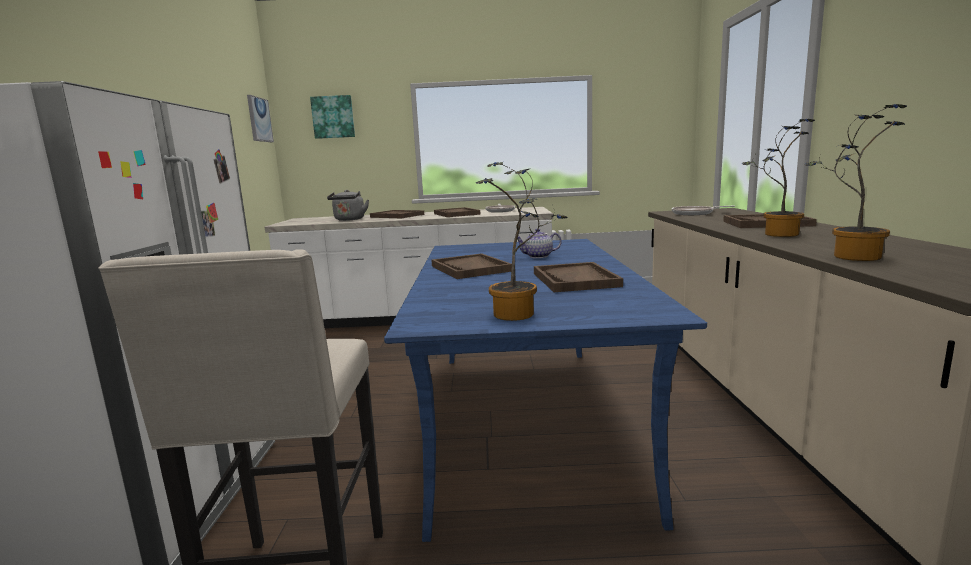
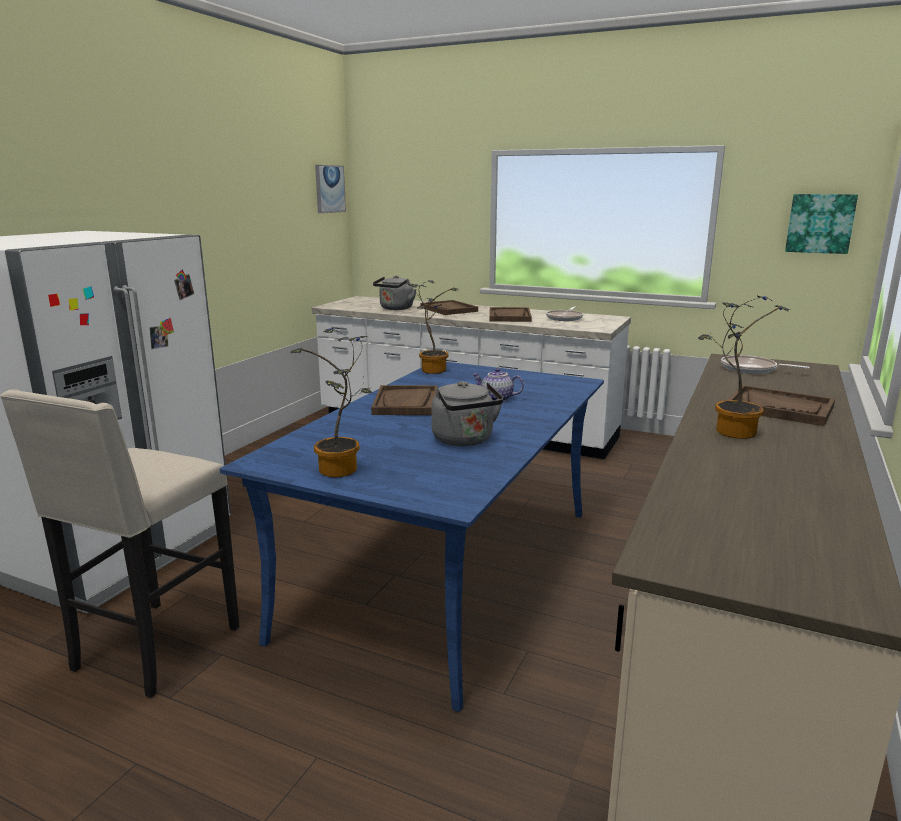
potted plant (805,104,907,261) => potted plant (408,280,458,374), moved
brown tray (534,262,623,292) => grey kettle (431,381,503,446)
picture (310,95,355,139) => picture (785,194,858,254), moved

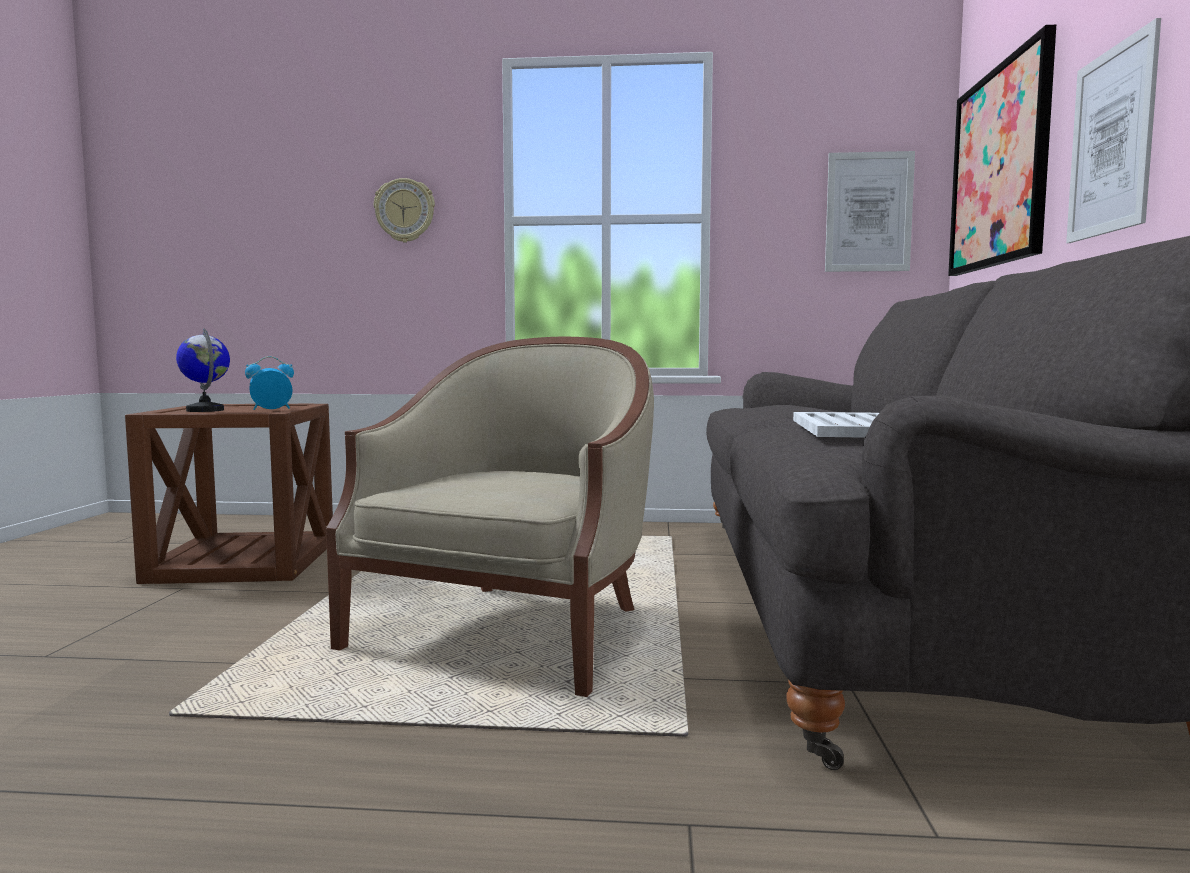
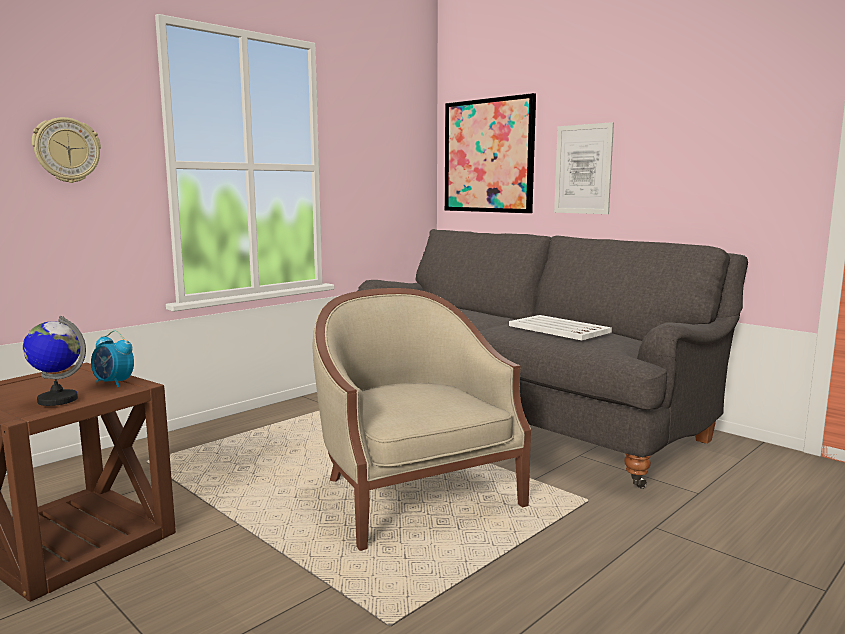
alarm clock (245,356,294,410) => alarm clock (91,330,134,387), 75 degrees counterclockwise
picture (825,151,915,272) => nothing

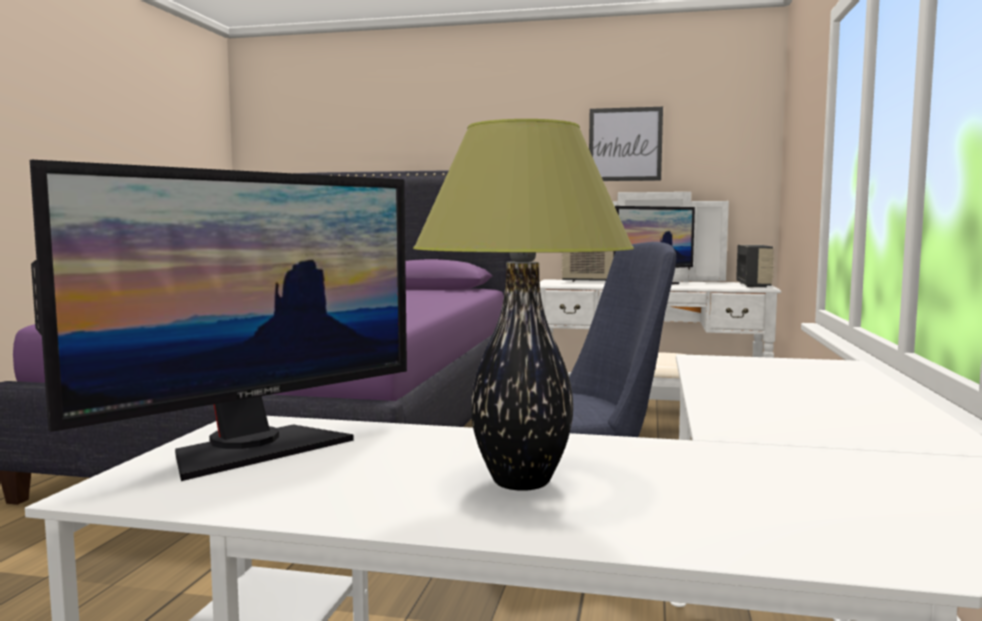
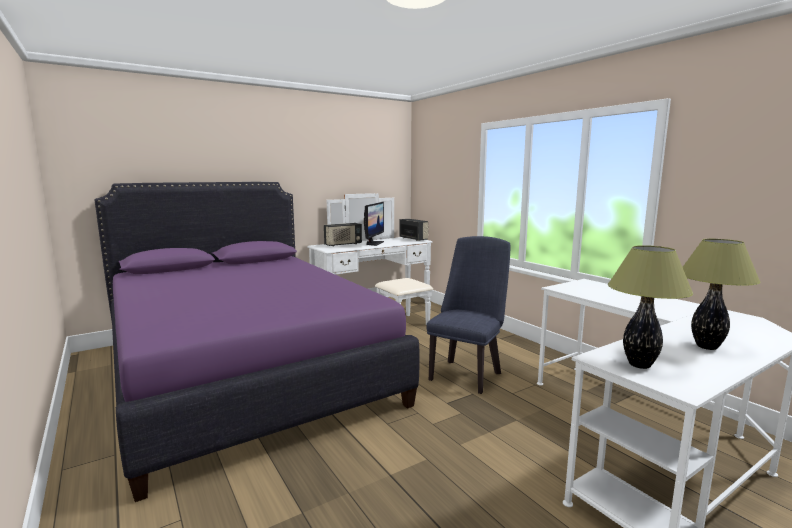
monitor (30,160,407,481) => table lamp (608,245,693,369)
picture (589,107,663,181) => nothing

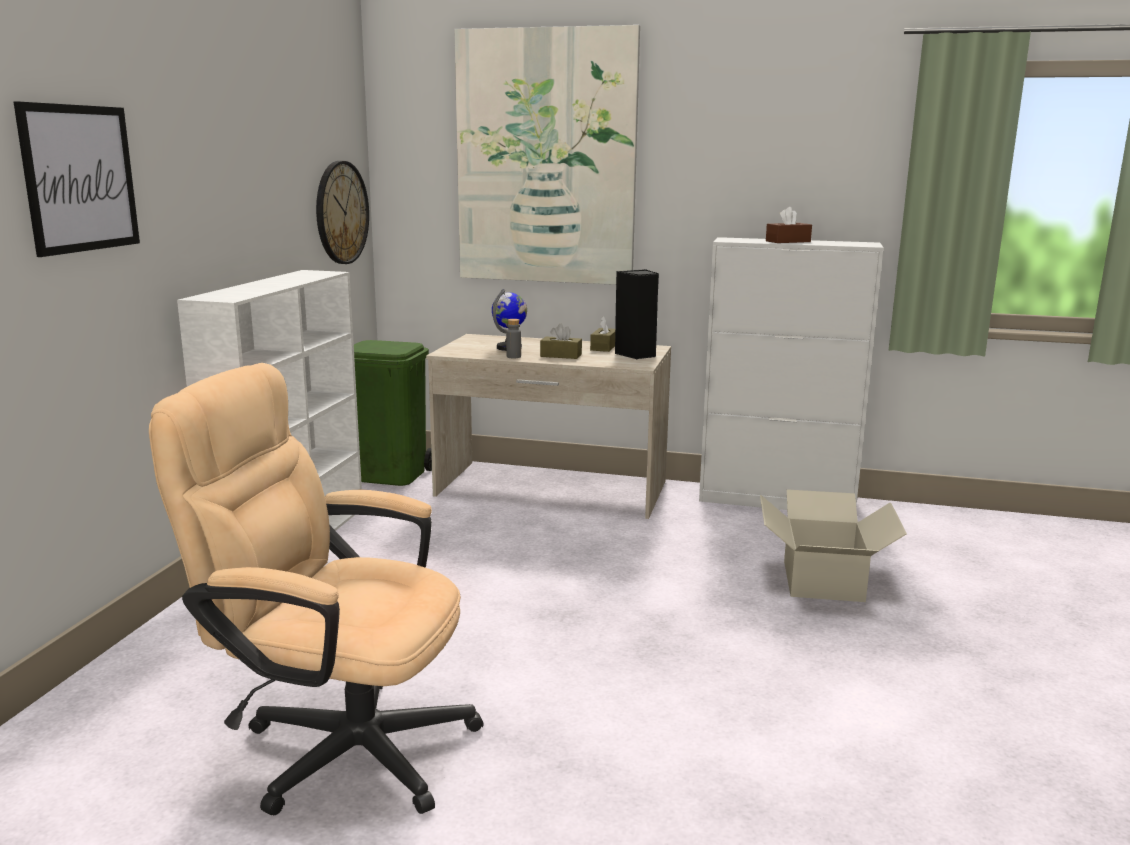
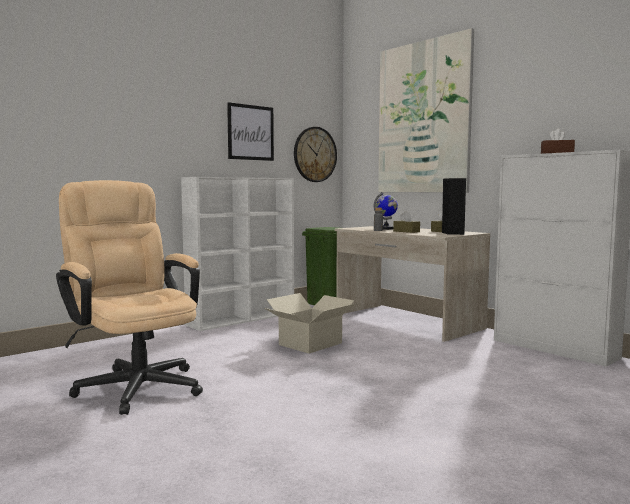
picture (13,101,140,257) => picture (227,102,274,161), moved
cardboard box (760,489,907,602) => cardboard box (264,293,356,354), moved

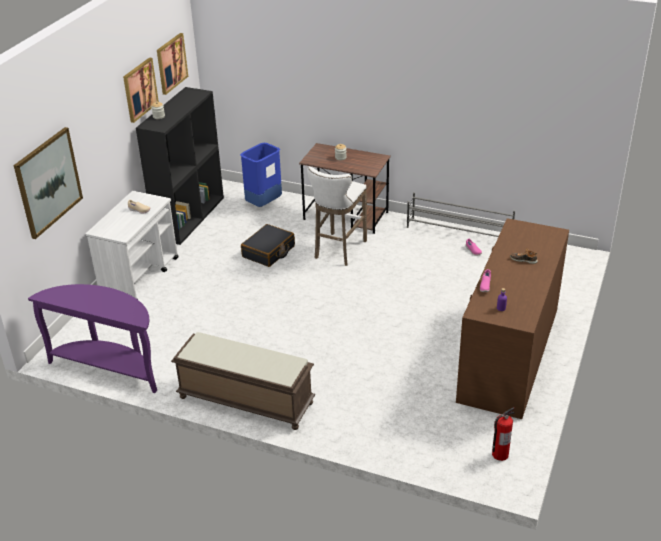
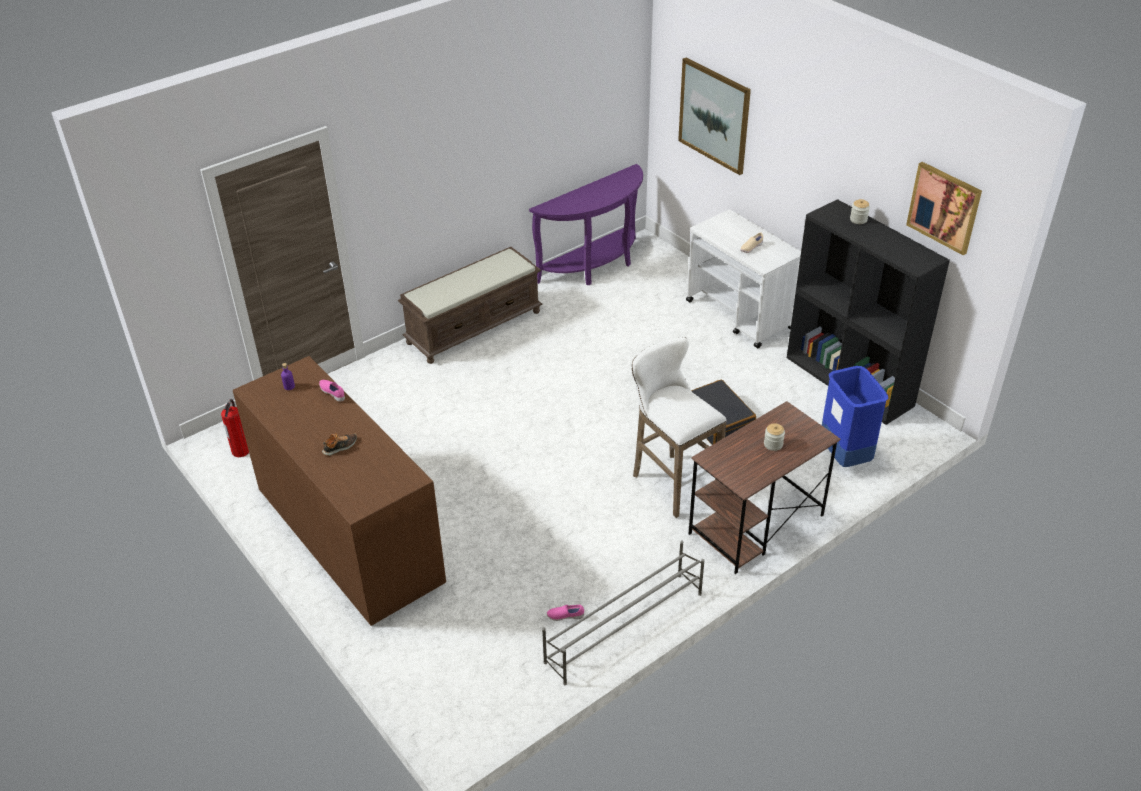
picture (123,58,159,123) => nothing

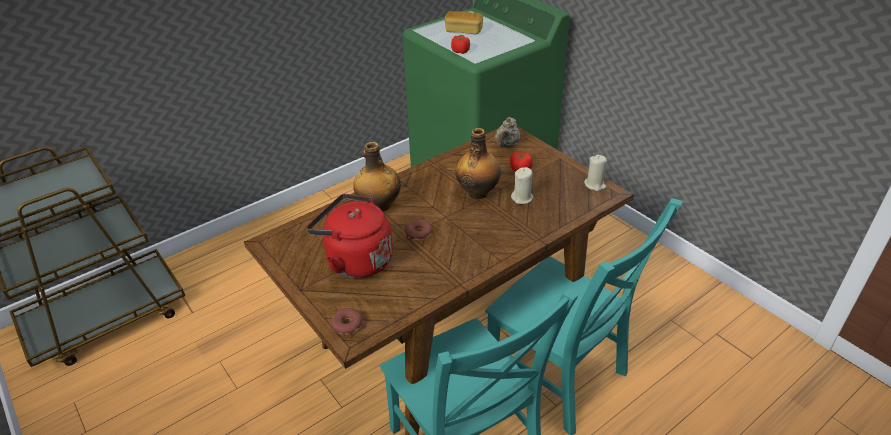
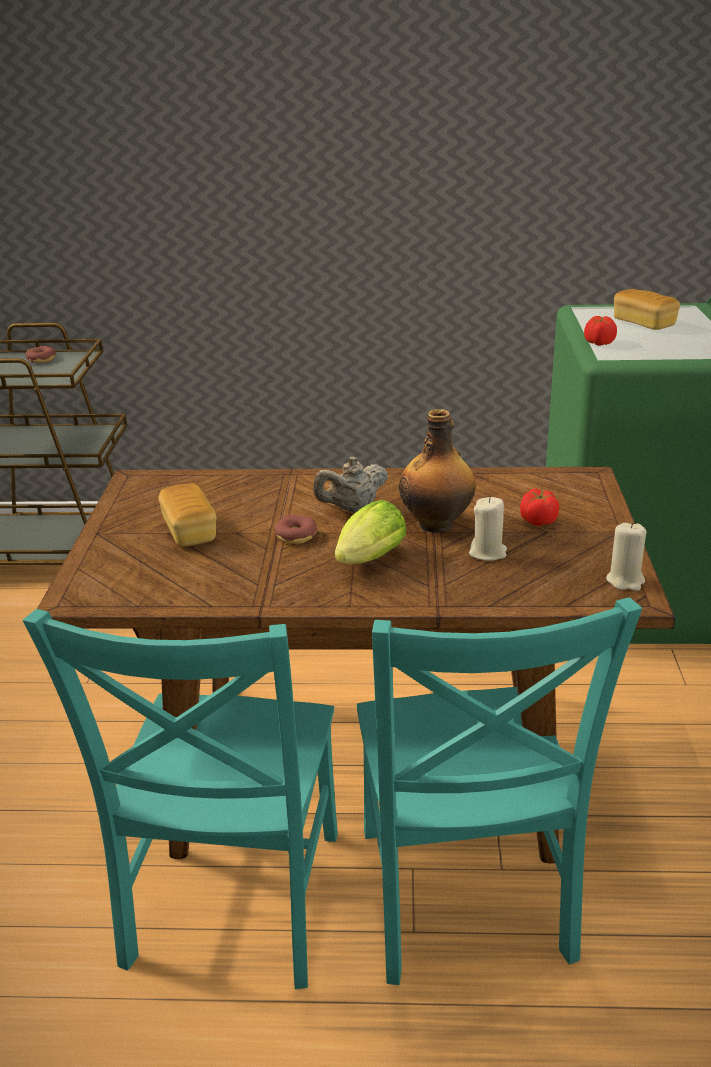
donut (331,308,363,336) => donut (25,346,56,363), moved
red kettle (307,194,393,278) => bread (158,483,217,547)
beige teapot (495,117,520,148) => beige teapot (313,457,388,512), moved
nothing => lettuce (335,500,406,564)
bottle (353,142,401,212) => nothing

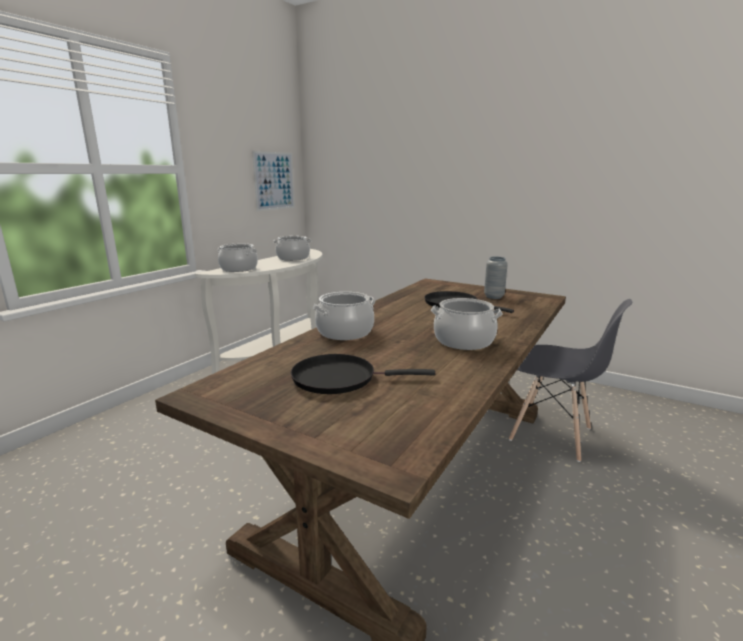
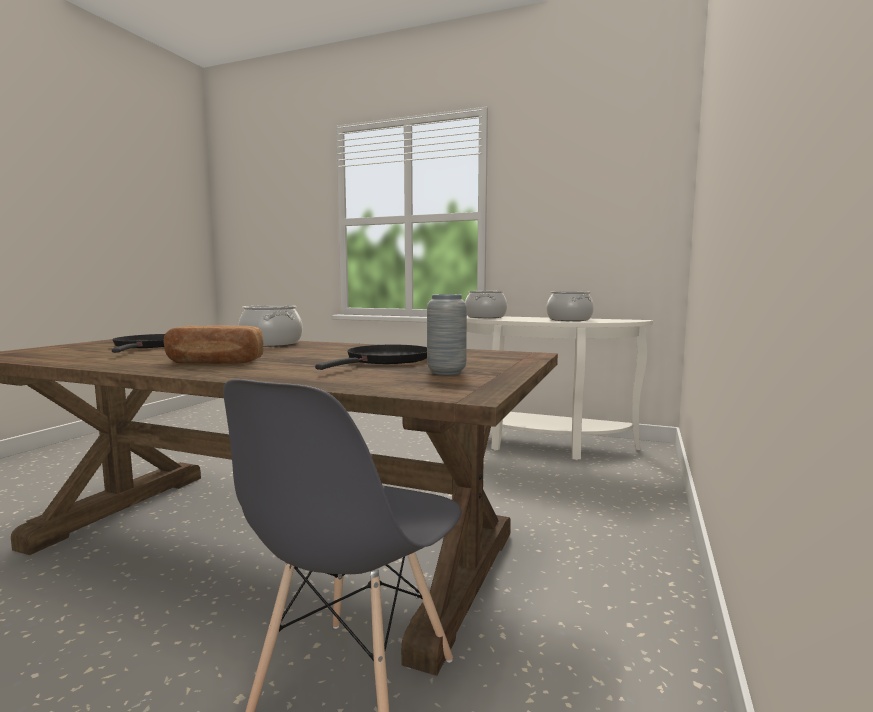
cooking pot (431,298,502,350) => bread (164,325,263,364)
picture (252,151,295,211) => nothing

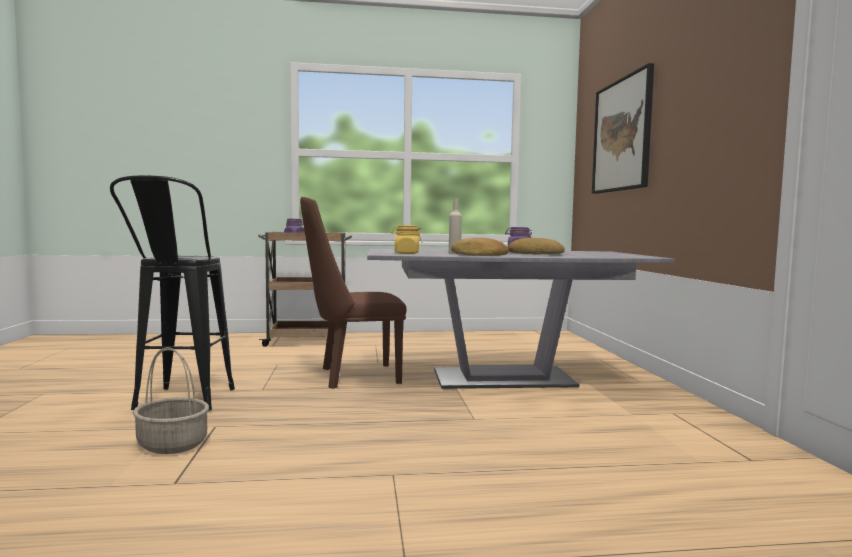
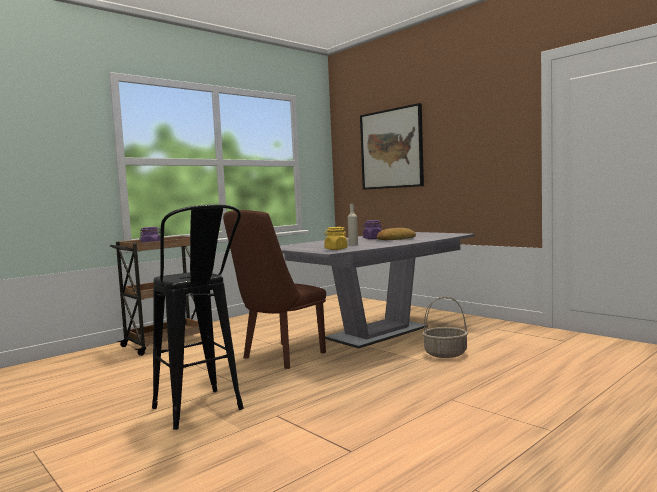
basket (133,347,209,454) => basket (423,296,468,358), moved
bread (451,238,509,256) => nothing

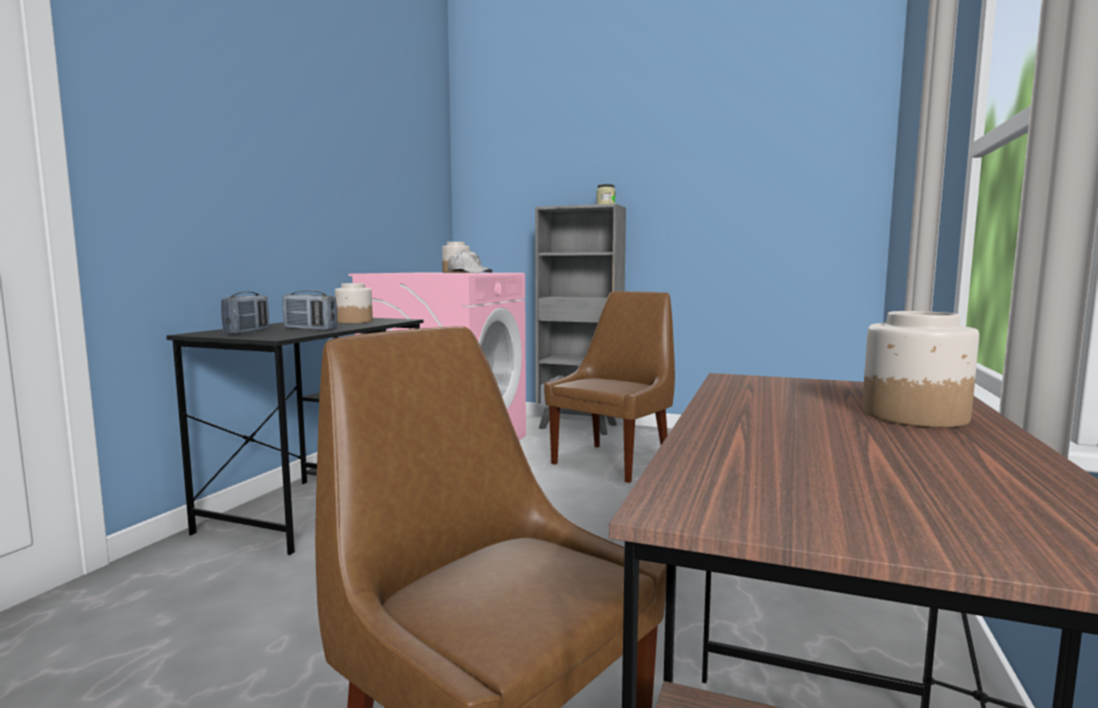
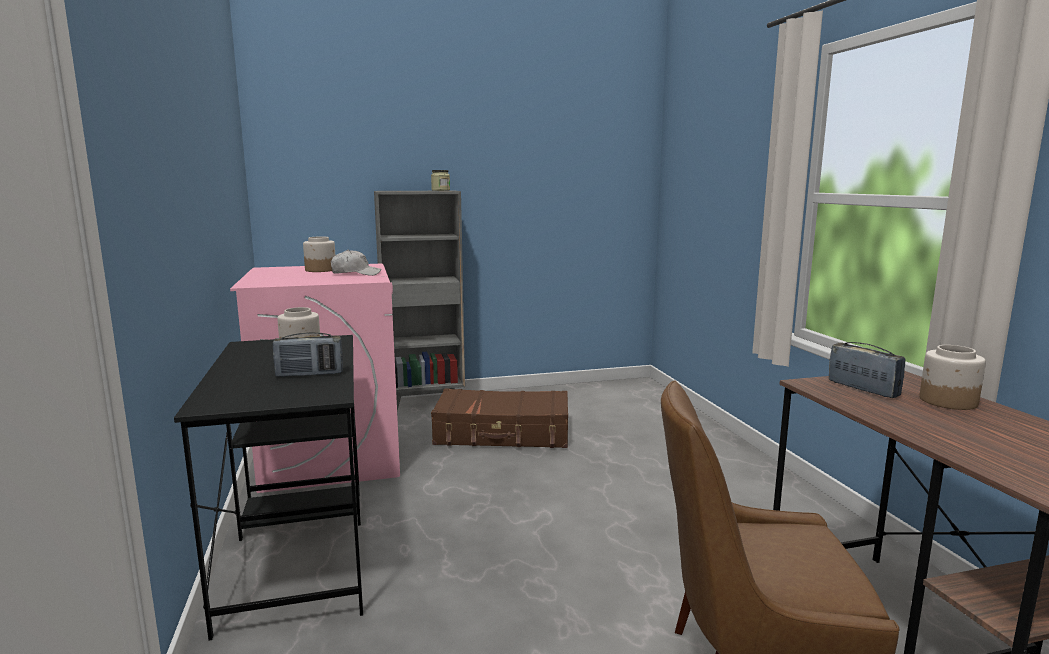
brown chair (544,291,675,483) => brown suitcase (431,389,568,448)
radio (221,291,269,335) => radio (829,342,906,398), moved

